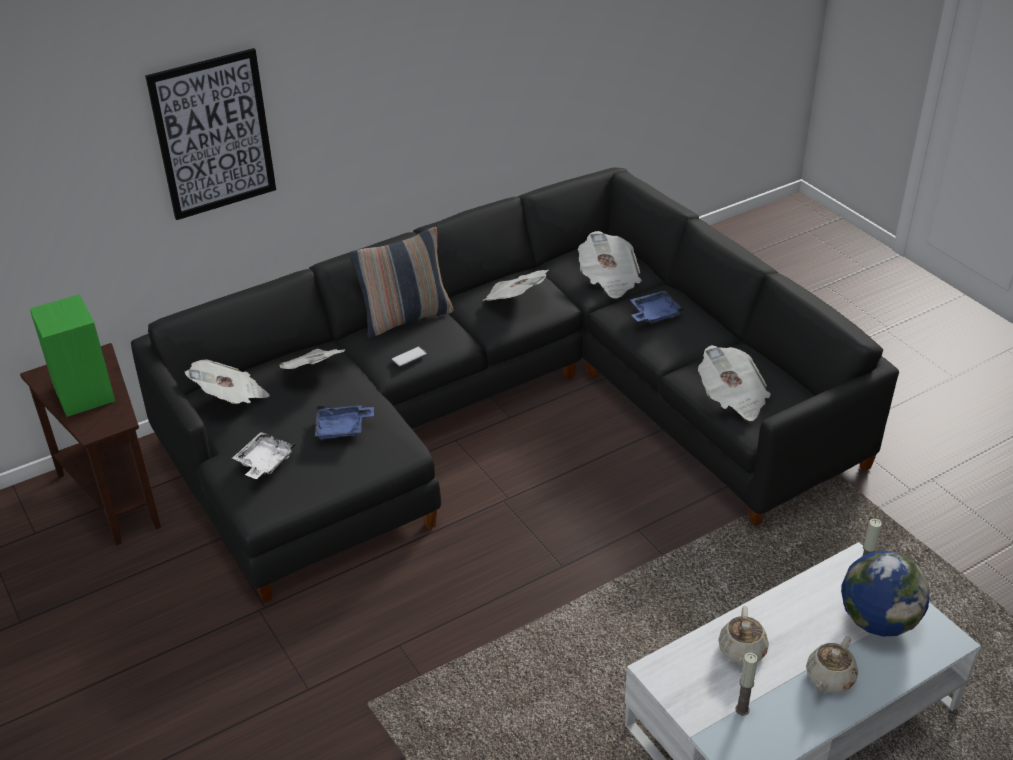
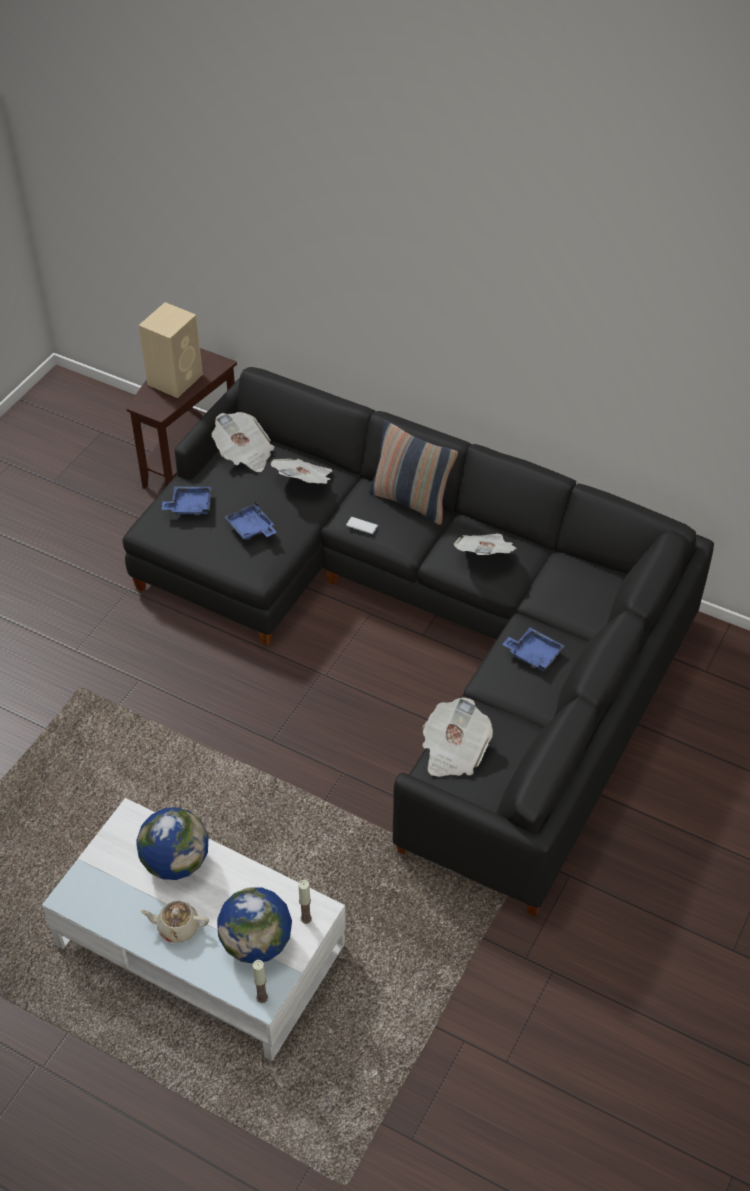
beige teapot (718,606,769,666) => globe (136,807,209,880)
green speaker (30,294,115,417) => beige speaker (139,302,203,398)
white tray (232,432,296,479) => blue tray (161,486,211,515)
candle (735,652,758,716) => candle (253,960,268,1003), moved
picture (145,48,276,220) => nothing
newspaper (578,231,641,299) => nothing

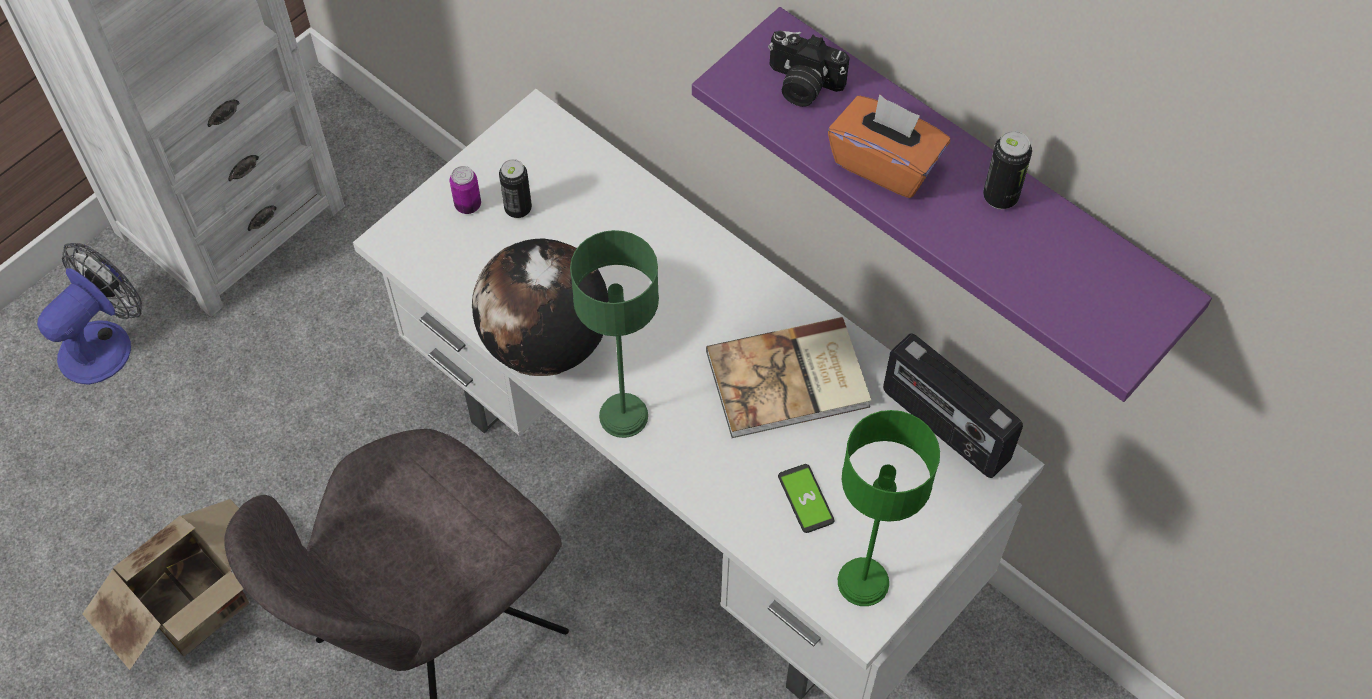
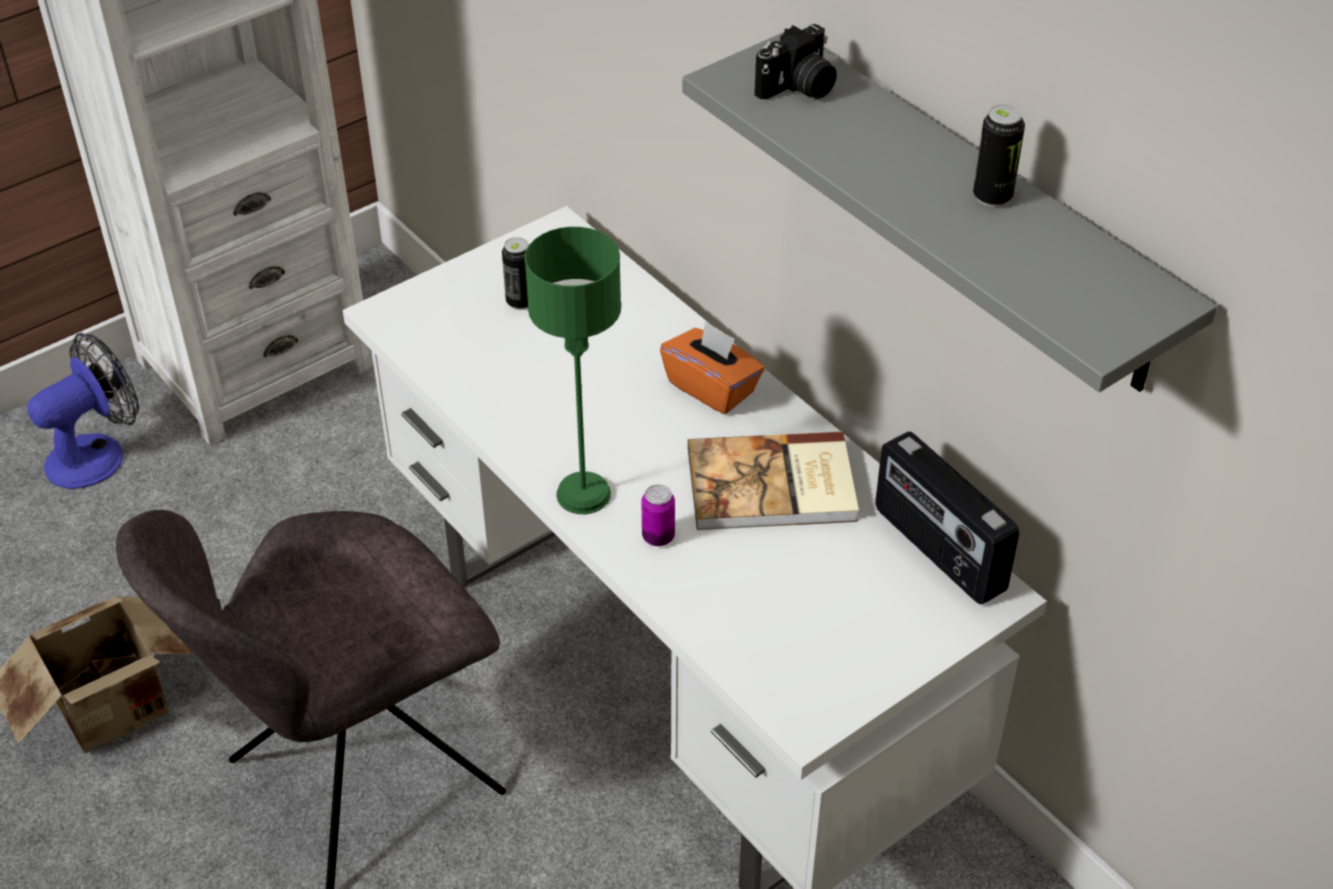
can (450,166,481,214) => can (642,484,675,546), moved
orange tissue box (828,94,950,198) => orange tissue box (660,321,765,414), moved
purple shelf (692,7,1212,402) => grey shelf (682,32,1217,392)
photo camera (768,31,850,107) => photo camera (754,24,837,99), 75 degrees counterclockwise
globe (472,238,609,376) => nothing
phone (778,464,834,533) => nothing
green table lamp (838,410,940,606) => nothing

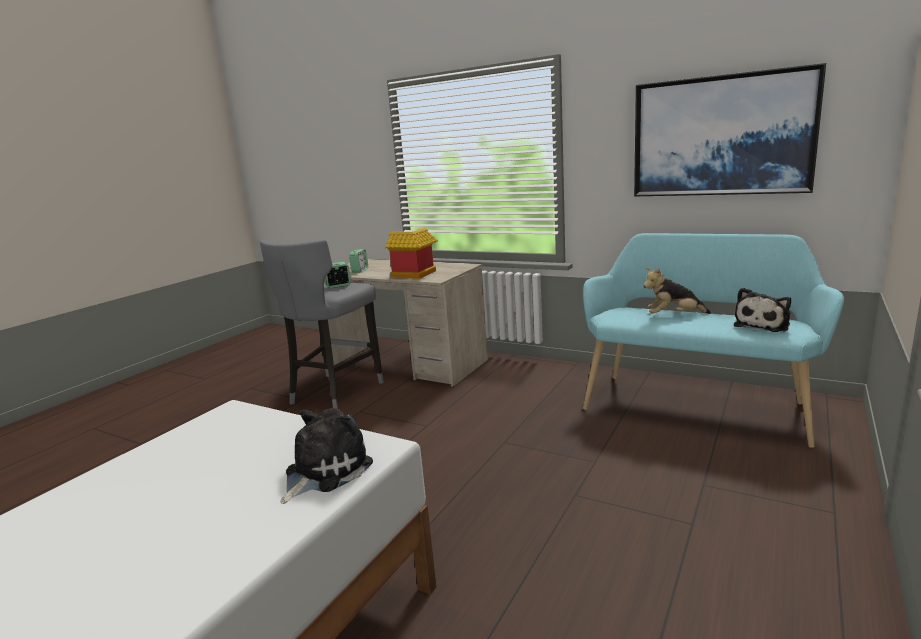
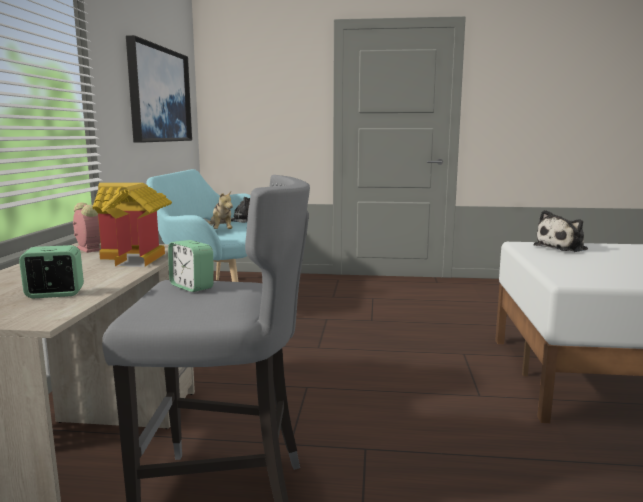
nothing => alarm clock (73,202,101,253)
plush toy (280,408,373,504) => plush toy (533,210,588,252), 45 degrees counterclockwise

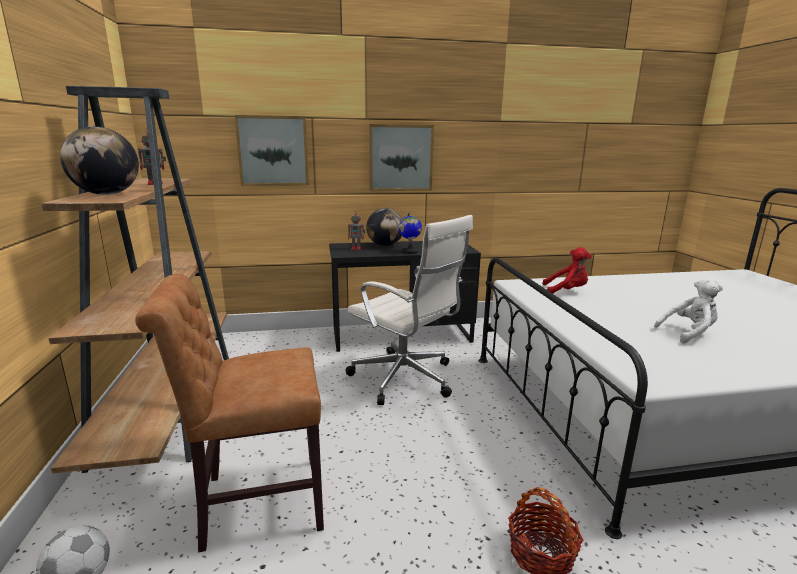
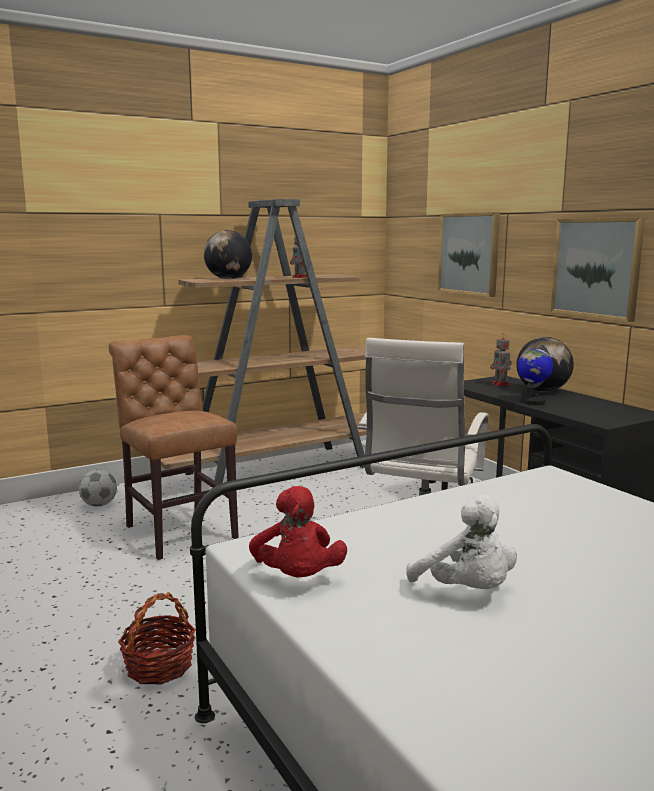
red plush toy (542,247,592,294) => red plush toy (249,486,347,577), moved

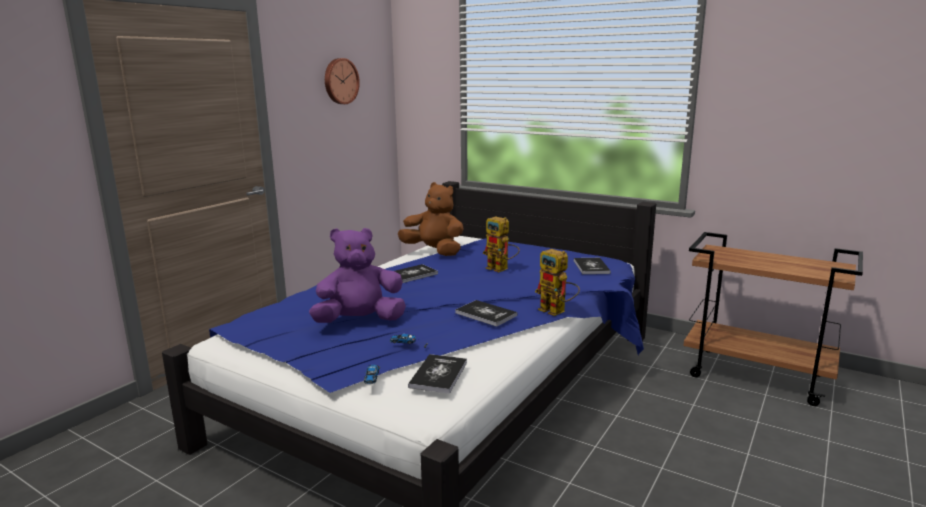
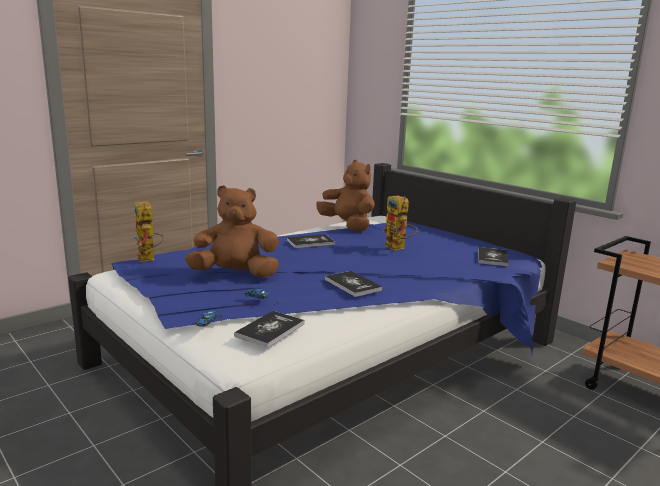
toy robot (535,249,580,316) => toy robot (133,201,164,262), moved
purple plush toy (309,228,406,323) => brown plush toy (185,185,279,278)
wall clock (325,58,360,104) => nothing

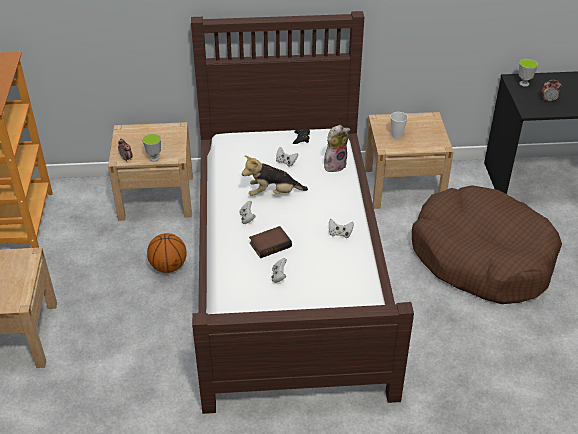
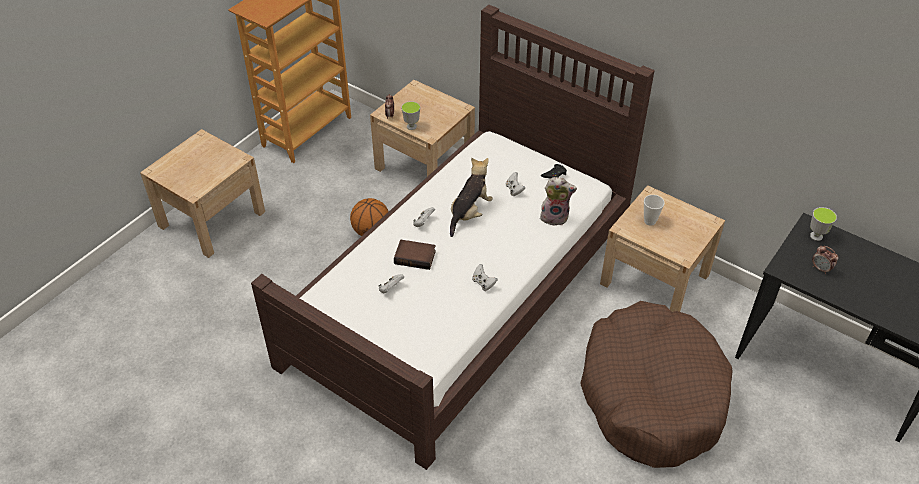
plush toy (242,156,308,196) => plush toy (450,158,493,237), 90 degrees clockwise

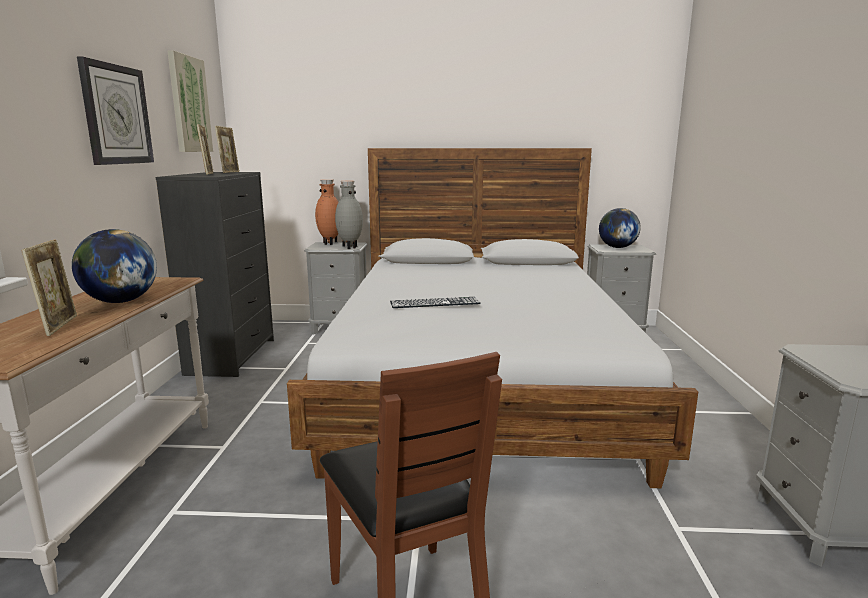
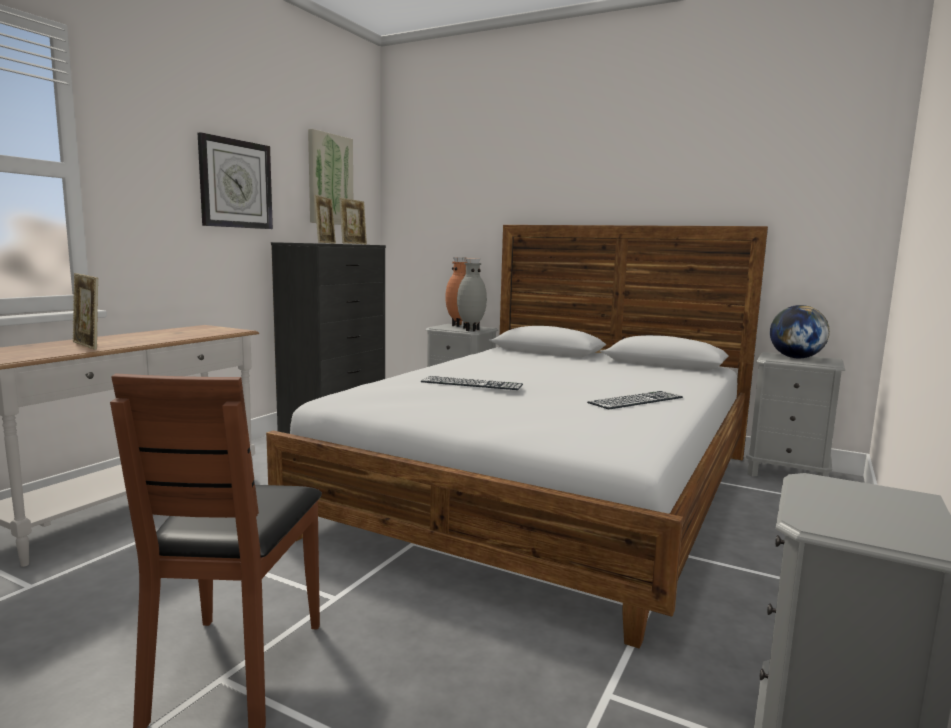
picture frame (22,239,77,336) => picture frame (72,273,98,350), 120 degrees clockwise
nothing => keyboard (587,391,683,410)
globe (72,229,157,303) => nothing

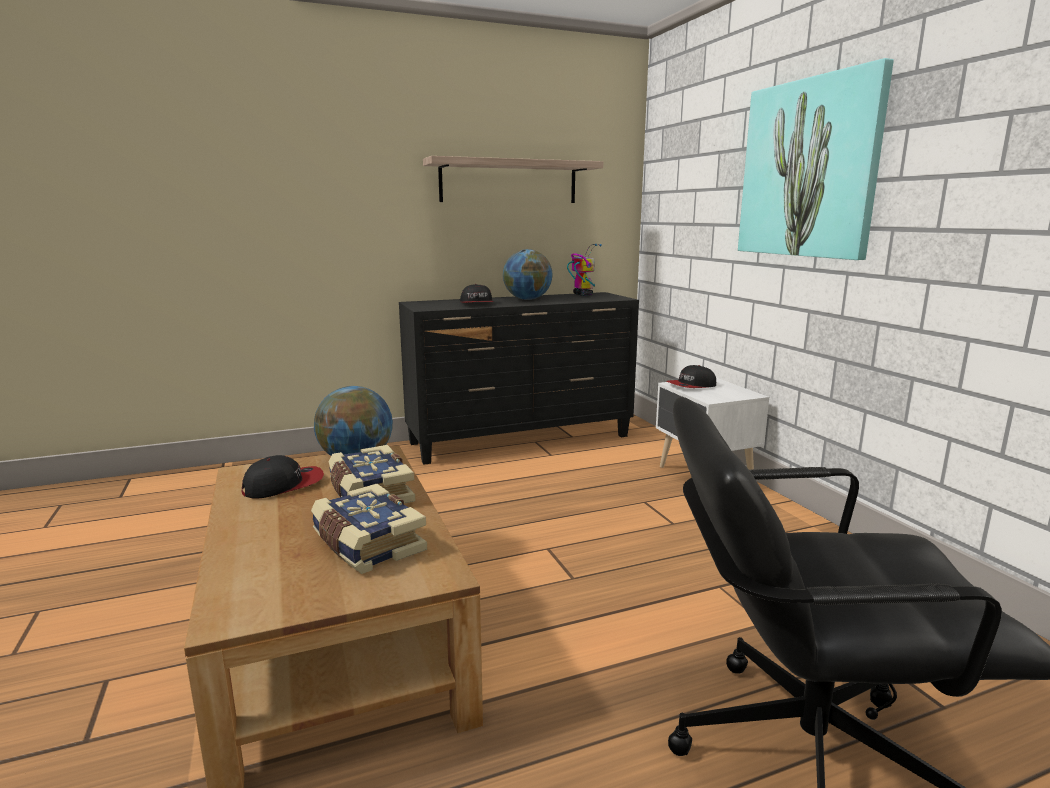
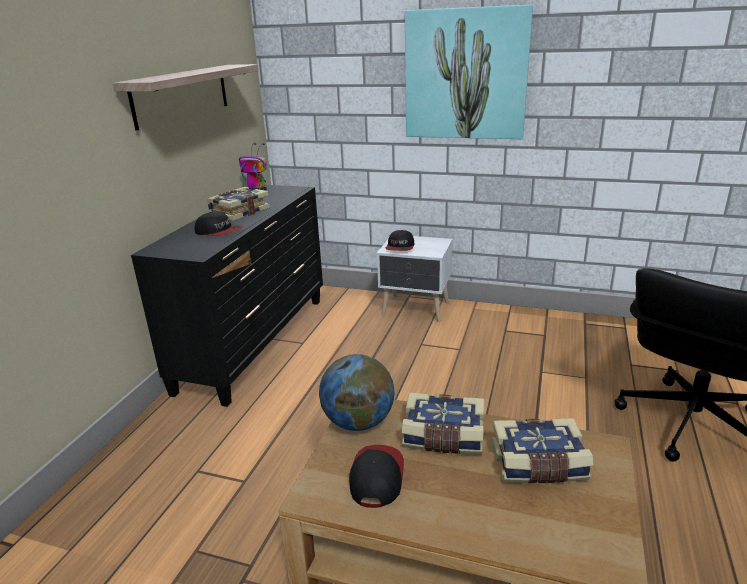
globe (503,249,553,300) => book (206,187,270,221)

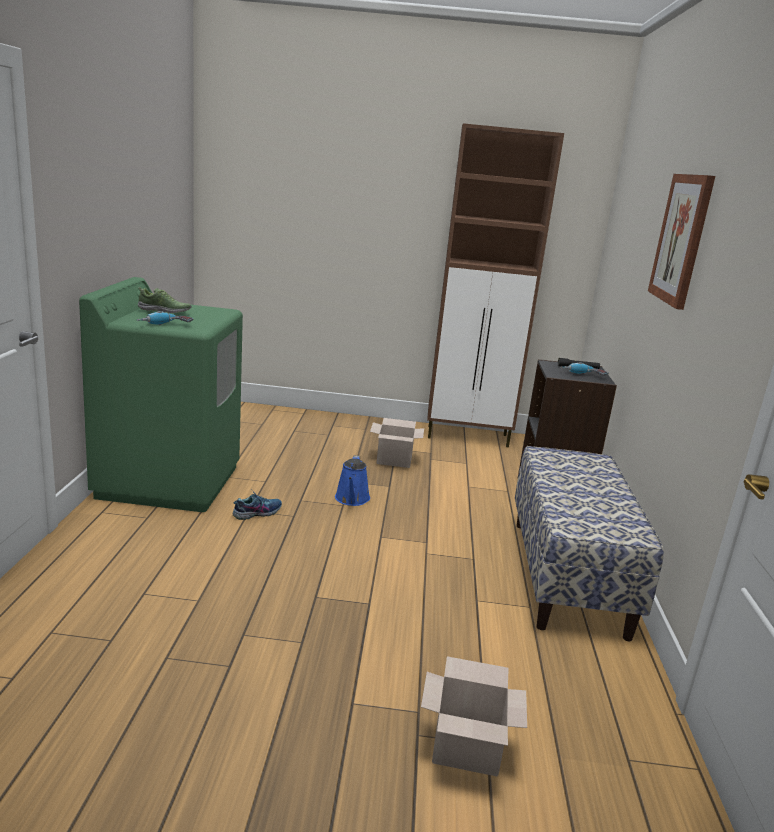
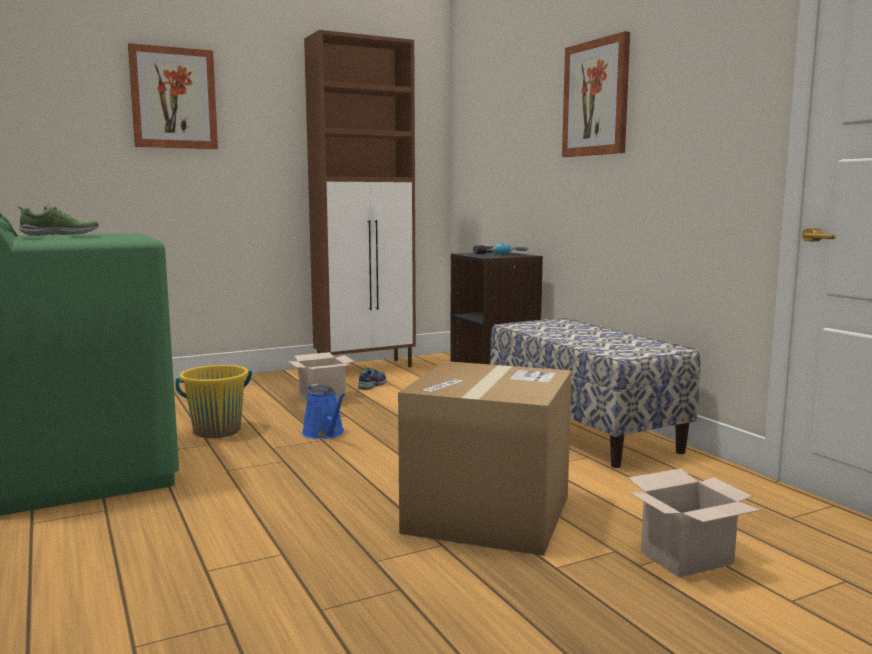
nothing => picture (128,43,218,149)
nothing => yellow bucket (176,365,252,438)
shoe (233,490,282,520) => shoe (358,365,386,390), moved
nothing => cardboard box (398,361,572,556)
power drill (137,311,194,325) => nothing

